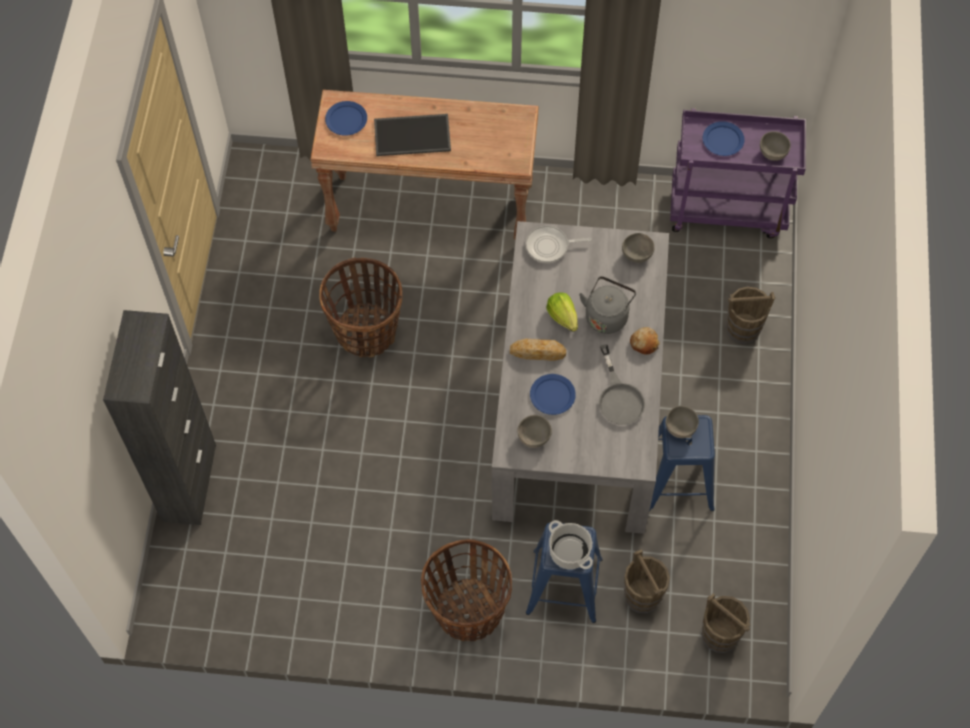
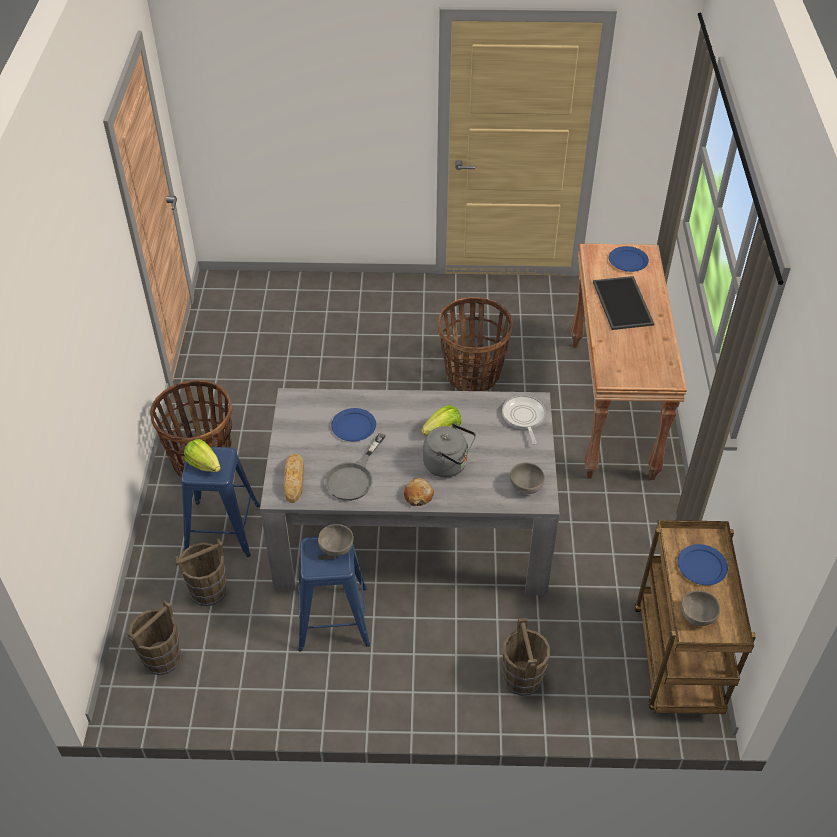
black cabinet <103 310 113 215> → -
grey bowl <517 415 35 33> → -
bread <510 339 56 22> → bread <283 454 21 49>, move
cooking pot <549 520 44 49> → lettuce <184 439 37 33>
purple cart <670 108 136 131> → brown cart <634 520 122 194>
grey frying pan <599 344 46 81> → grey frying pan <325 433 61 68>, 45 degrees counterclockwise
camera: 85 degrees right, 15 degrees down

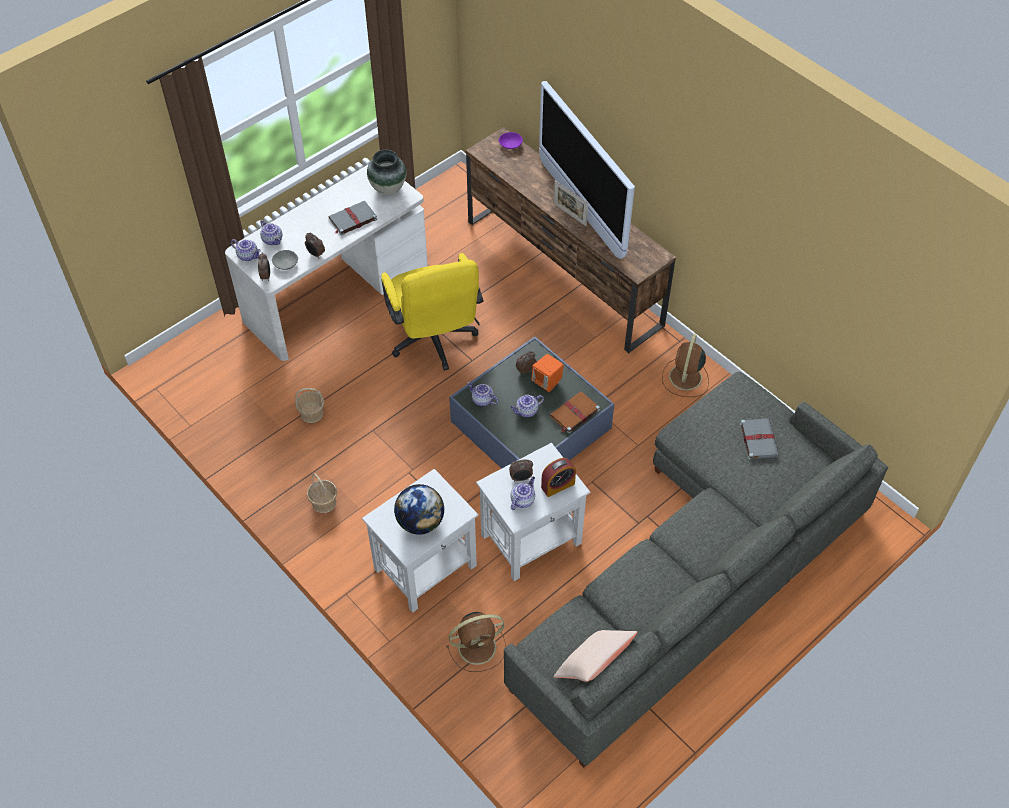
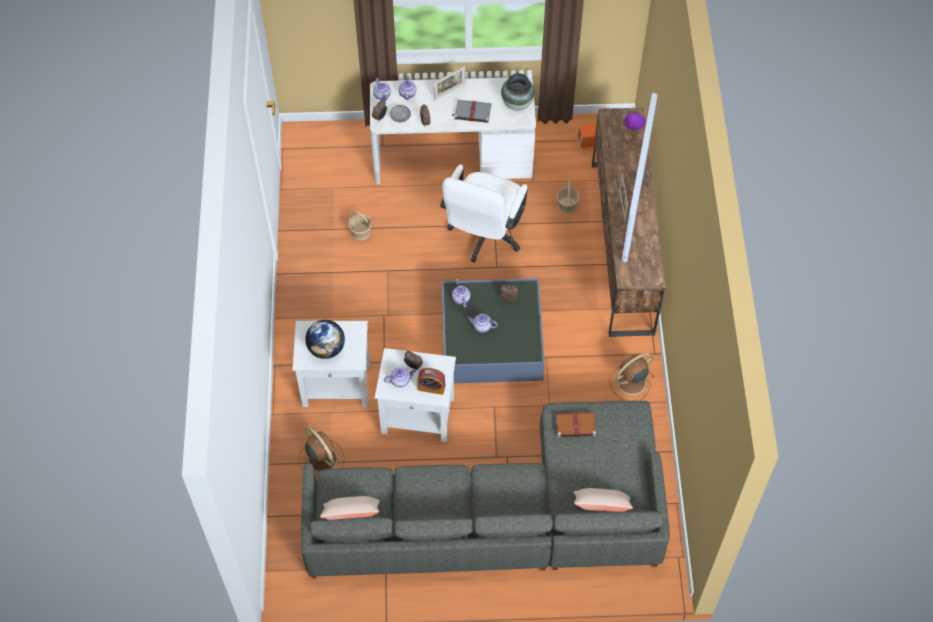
grey book <740 418 39 42> → -
- → picture frame <434 66 31 34>
- → beige pillow <573 488 60 24>
basket <307 473 30 40> → basket <556 181 24 32>, move
orange speaker <531 354 33 38> → orange speaker <577 123 20 27>, move
brown book <549 391 51 43> → brown book <554 412 42 26>, move
yellow office chair <381 253 102 118> → white office chair <440 164 88 99>
brown fan <446 612 60 60> → brown fan <299 427 45 48>, 150 degrees counterclockwise
camera: 40 degrees right, 5 degrees up

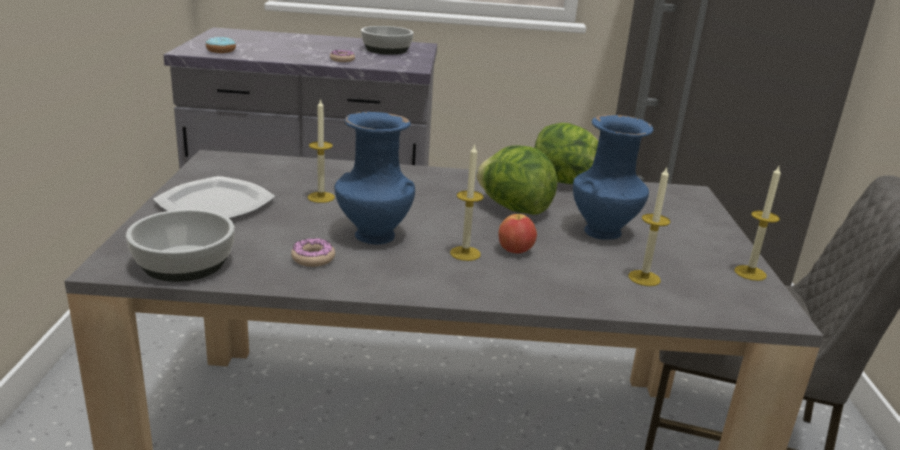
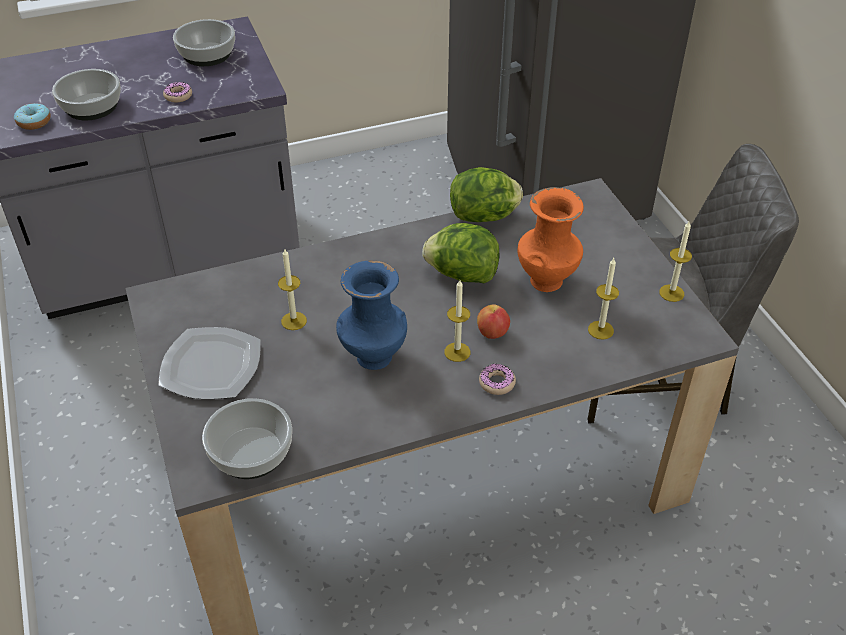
- → bowl <52 69 69 51>
donut <291 238 44 29> → donut <479 364 37 31>, move
blue vase <573 114 80 126> → orange vase <517 187 67 105>
camera: 20 degrees left, 20 degrees up

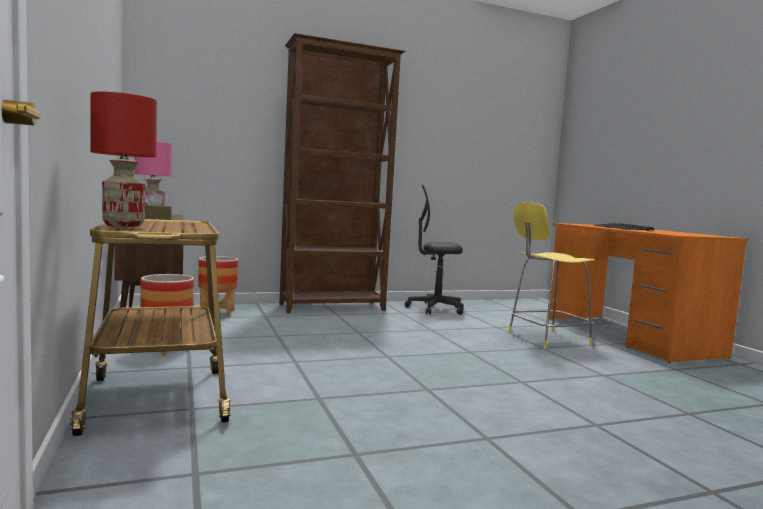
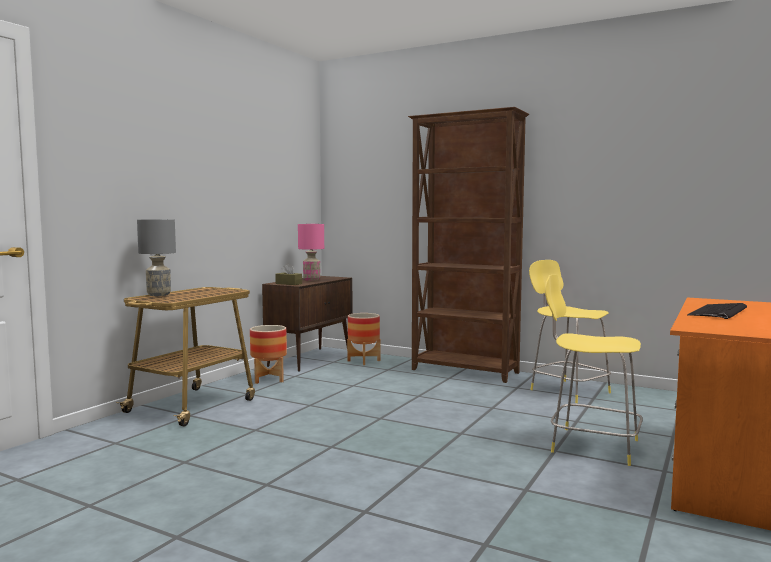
grey office chair <405 184 59 131> → yellow stool <529 260 82 143>
red table lamp <90 91 67 136> → grey table lamp <137 219 39 77>
camera: 50 degrees right, 0 degrees up

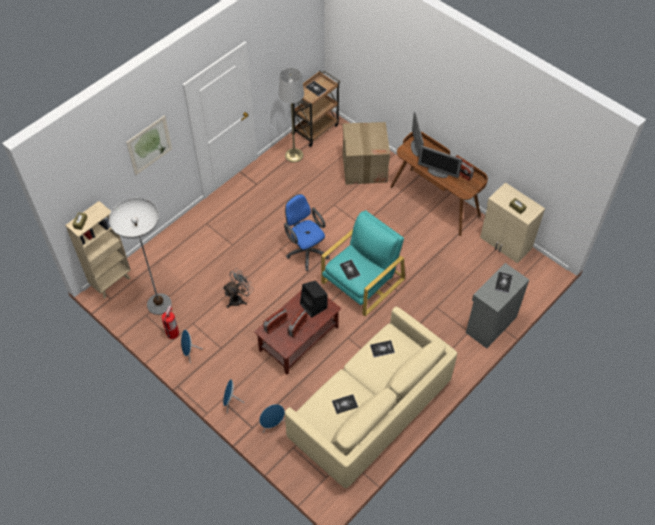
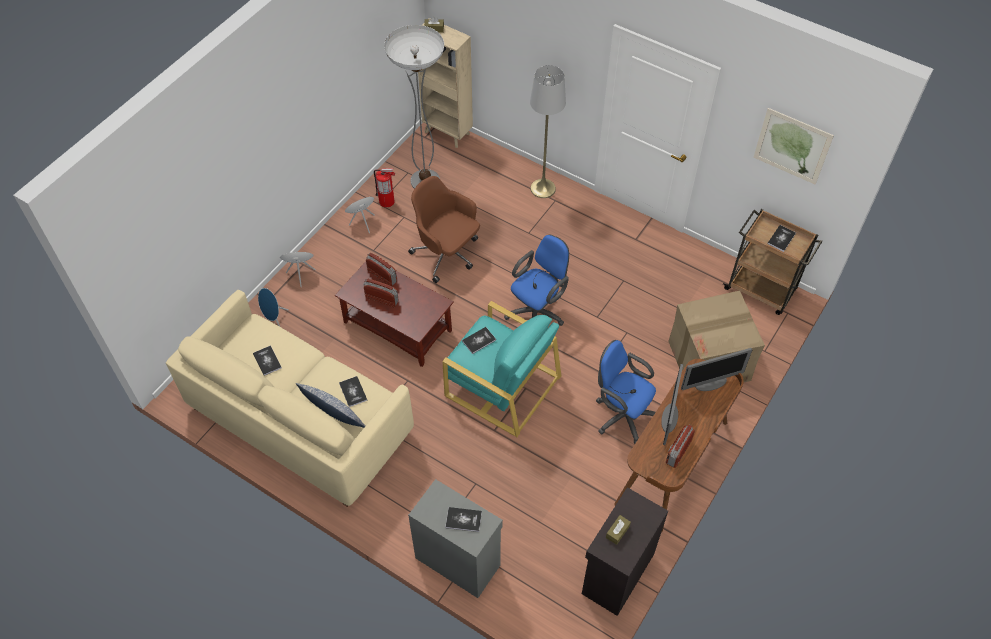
black speaker <300 280 27 38> → -
- → pillow <296 383 69 45>
- → blue office chair <596 340 60 104>
picture <126 115 46 60> → picture <753 108 81 76>, move
grey floor lamp <279 68 25 94> → grey floor lamp <530 65 36 133>, move
grey fan <222 268 32 40> → brown office chair <408 176 72 107>
beige cabinet <480 182 65 81> → black cabinet <582 487 86 129>
camera: 80 degrees right, 0 degrees up

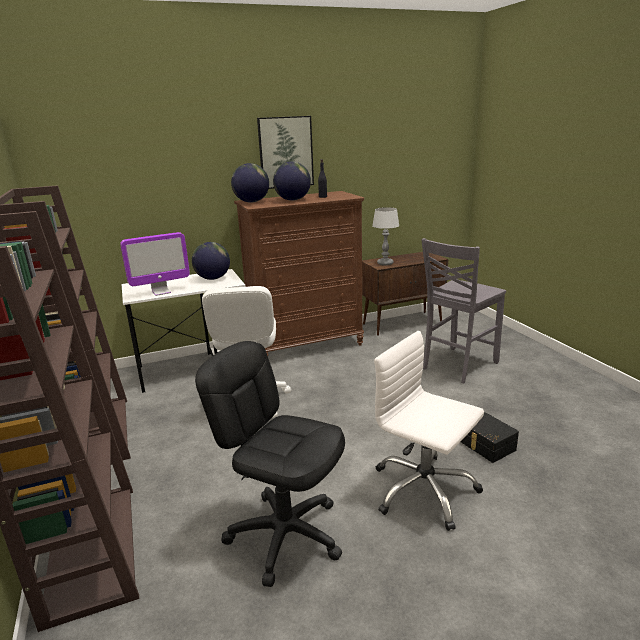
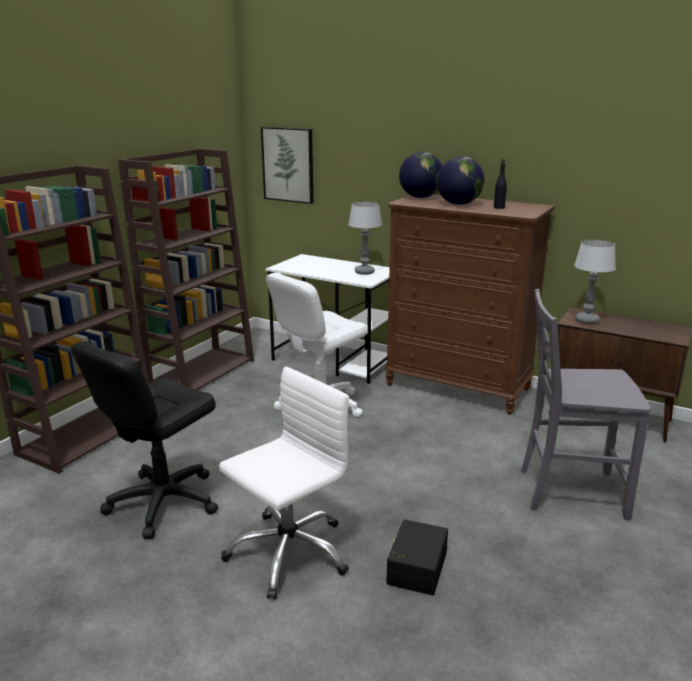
monitor <120 232 70 64> → -
picture <257 116 57 73> → picture <261 127 52 77>, move
globe <192 242 38 38> → table lamp <348 202 34 73>
black office chair <195 341 150 246> → black office chair <71 341 147 198>, 135 degrees counterclockwise
white office chair <374 331 110 200> → white office chair <219 367 130 233>, 45 degrees clockwise
camera: 50 degrees right, 0 degrees up

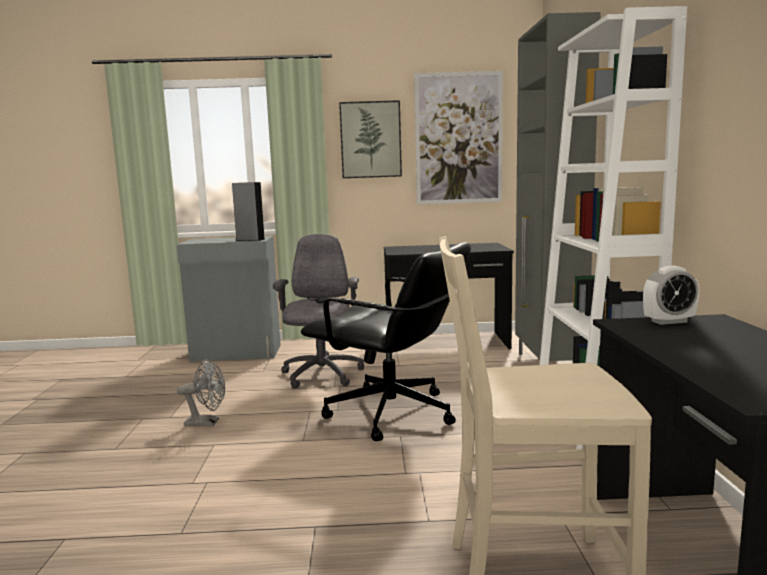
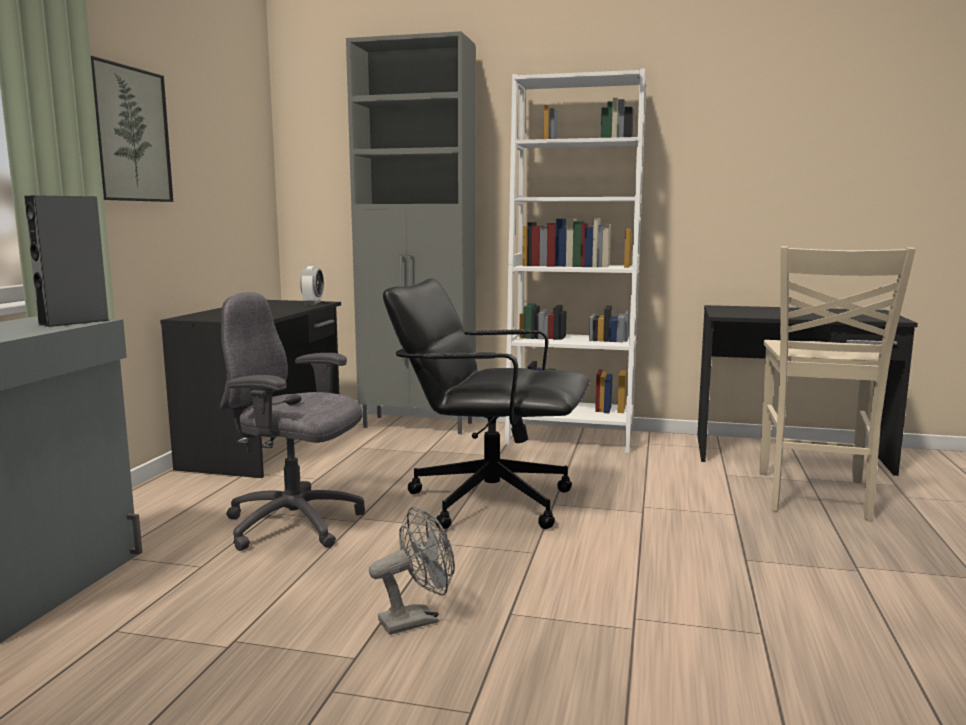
picture <414 71 89 134> → -
alarm clock <643 266 56 59> → alarm clock <300 266 24 38>, move
grey fan <177 359 48 67> → grey fan <369 507 86 128>, 45 degrees clockwise
black office chair <301 242 170 199> → black office chair <383 278 207 251>, 120 degrees counterclockwise
camera: 75 degrees left, 0 degrees up

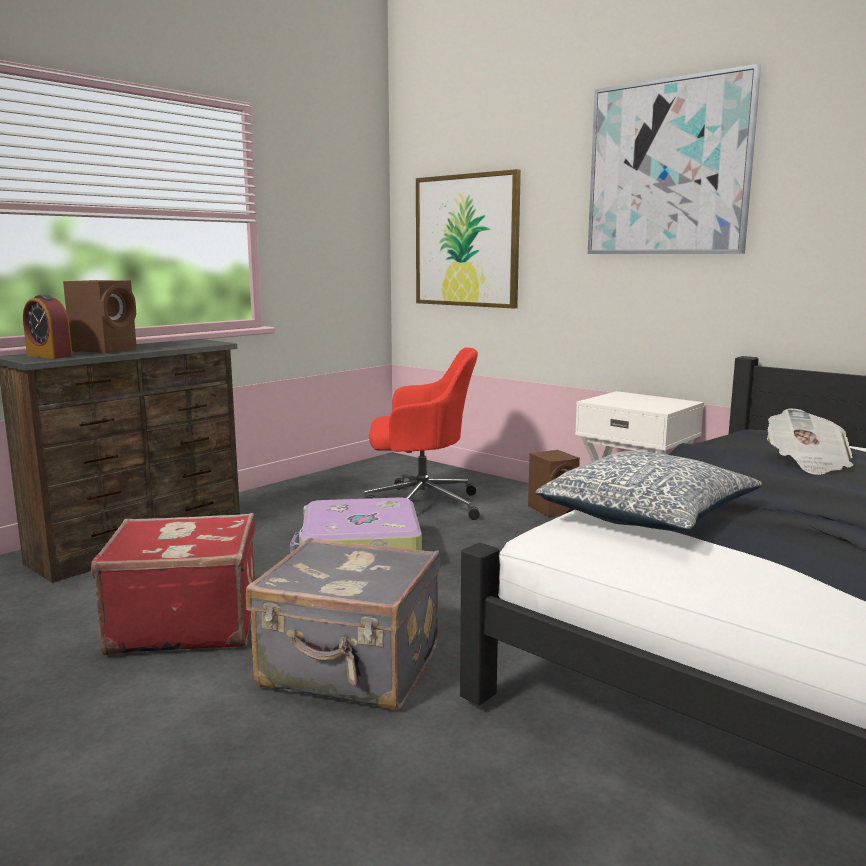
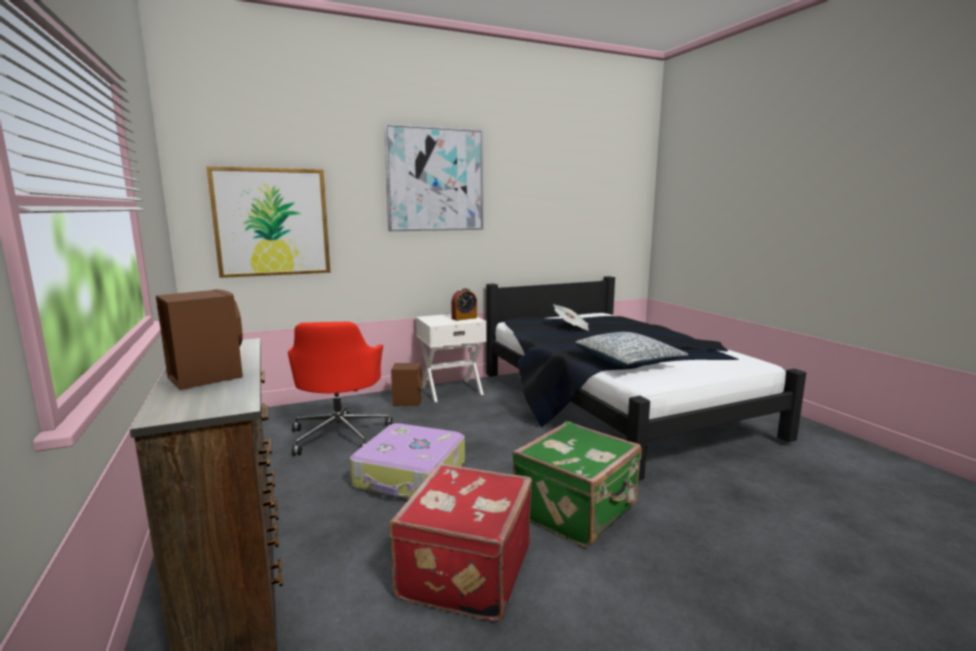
alarm clock <23 295 50 64> → alarm clock <451 288 26 33>, move
grey suitcase <246 537 194 173> → green suitcase <512 421 130 126>
red office chair <364 348 116 172> → red office chair <288 322 105 133>, 150 degrees clockwise
camera: 65 degrees left, 0 degrees up

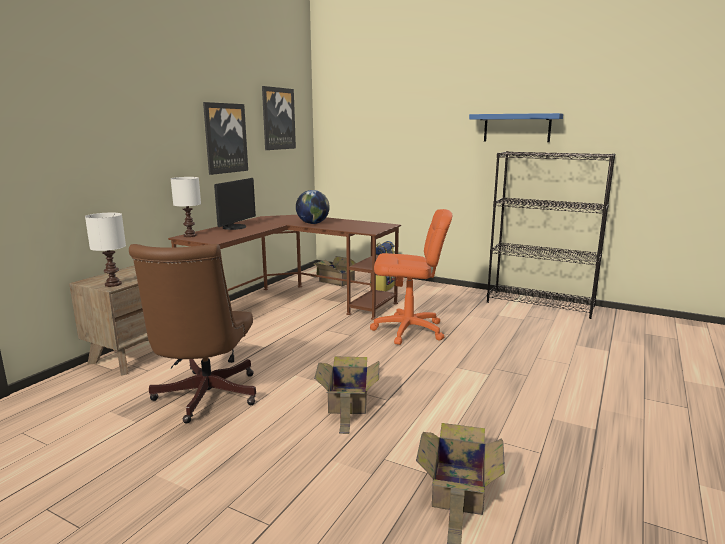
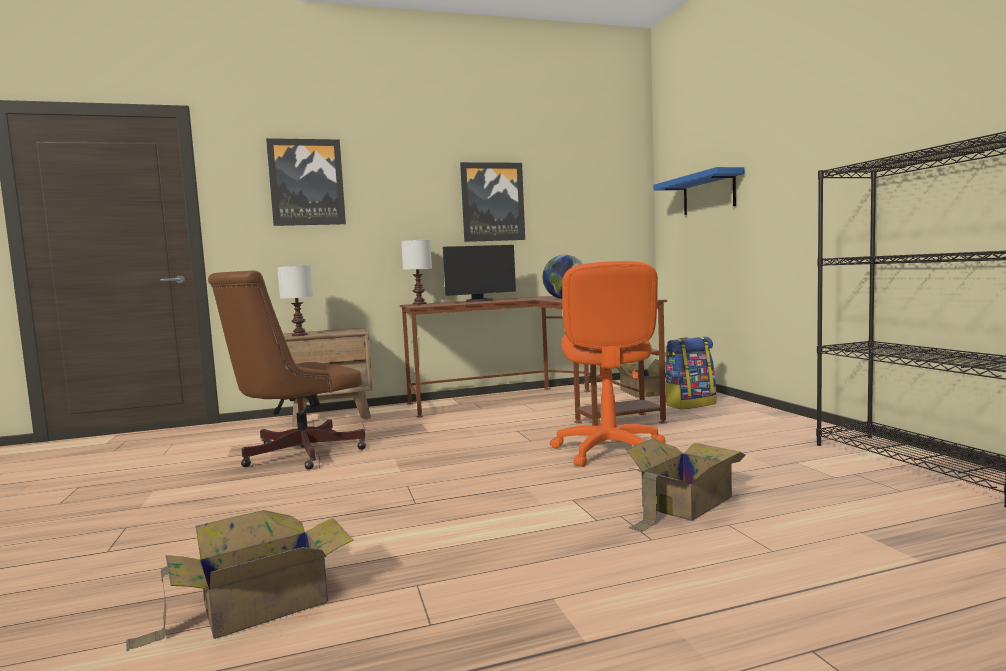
picture <262 86 34 64> → picture <266 138 80 88>, move
cardboard box <314 357 65 77> → cardboard box <626 438 120 94>, move
blue shelf <469 113 94 29> → blue shelf <653 167 92 48>, move
orange office chair <370 209 82 136> → orange office chair <550 261 115 206>, 45 degrees clockwise
camera: 45 degrees right, 10 degrees down

